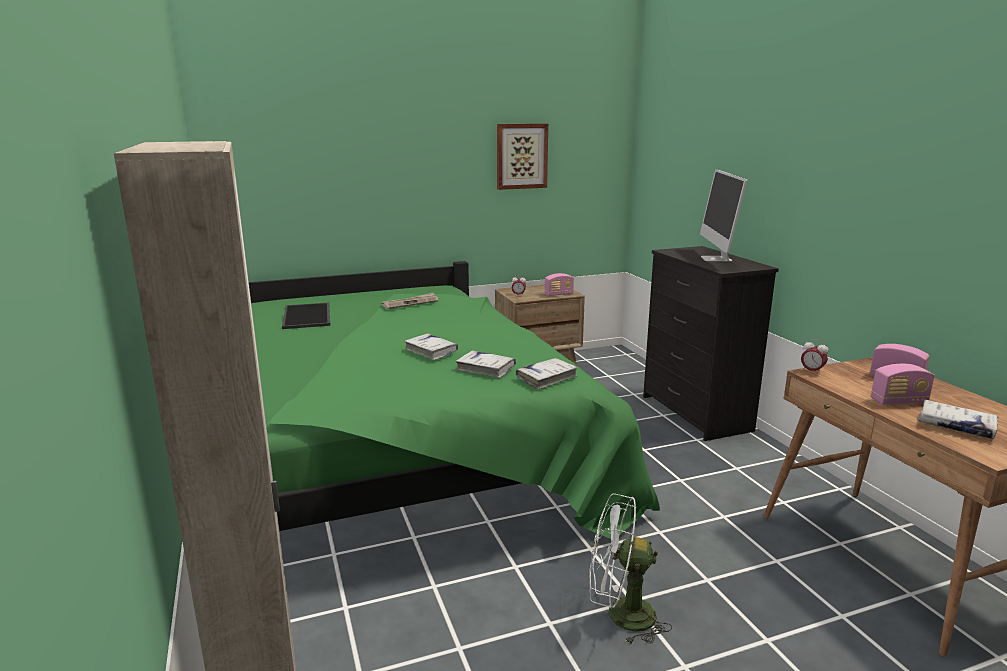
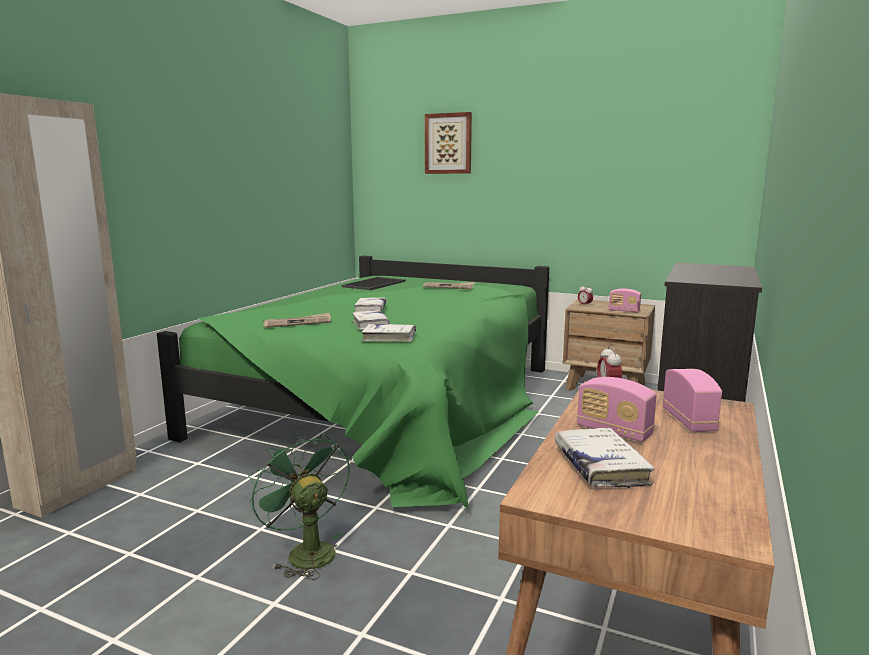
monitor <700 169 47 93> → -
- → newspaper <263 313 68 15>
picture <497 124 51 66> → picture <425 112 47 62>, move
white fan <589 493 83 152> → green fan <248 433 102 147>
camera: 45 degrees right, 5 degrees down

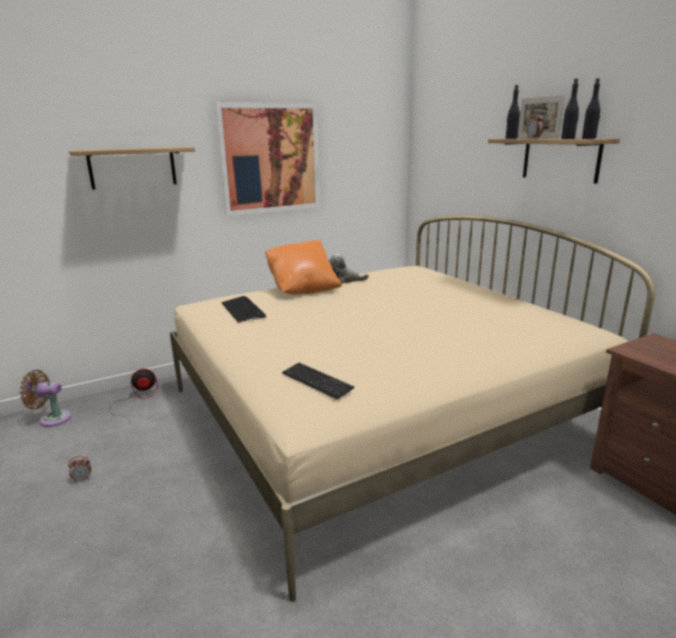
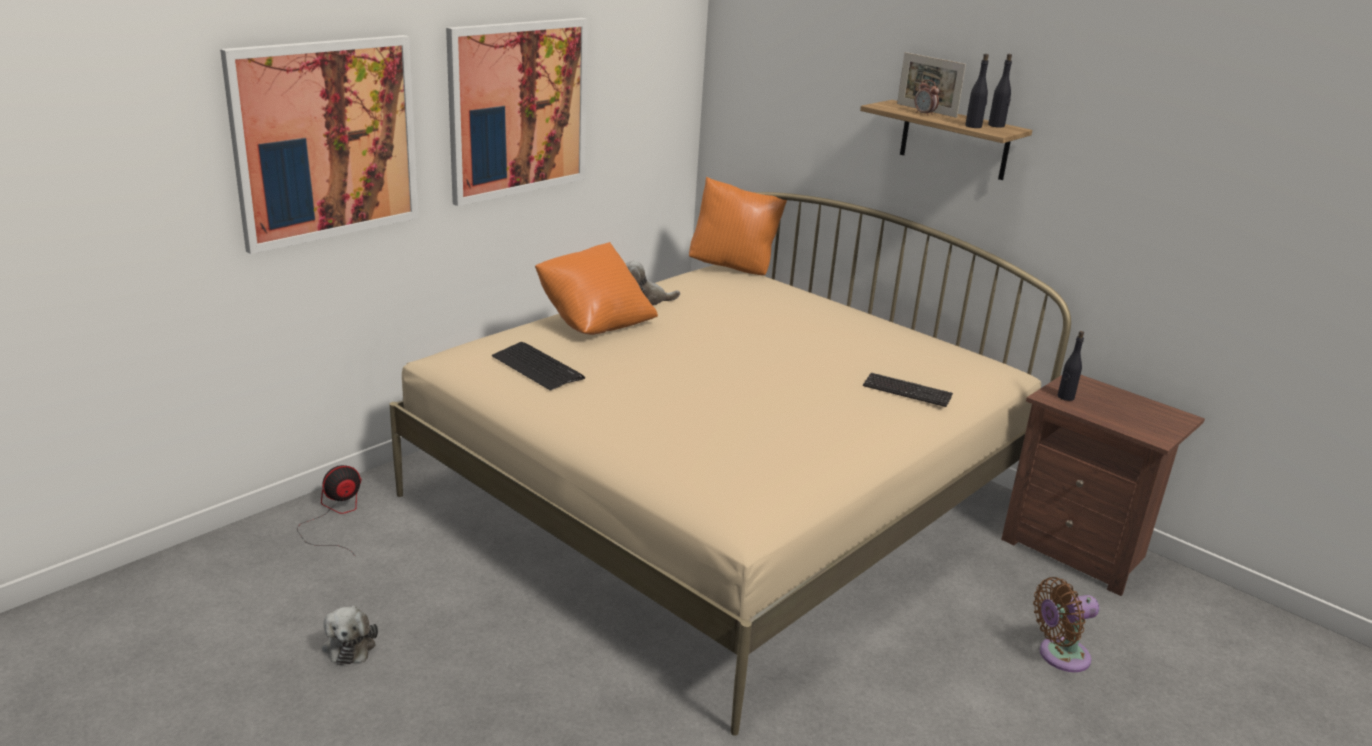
- → orange pillow <689 177 98 98>
brown fan <20 370 52 57> → brown fan <1033 577 66 95>, move
keyboard <282 363 72 36> → keyboard <863 373 90 34>, move
black bottle <506 85 14 54> → black bottle <1058 331 26 70>, move
alarm clock <68 456 23 27> → plush toy <322 605 56 60>
shelf <69 147 126 42> → picture <220 35 199 219>
camera: 20 degrees left, 5 degrees up

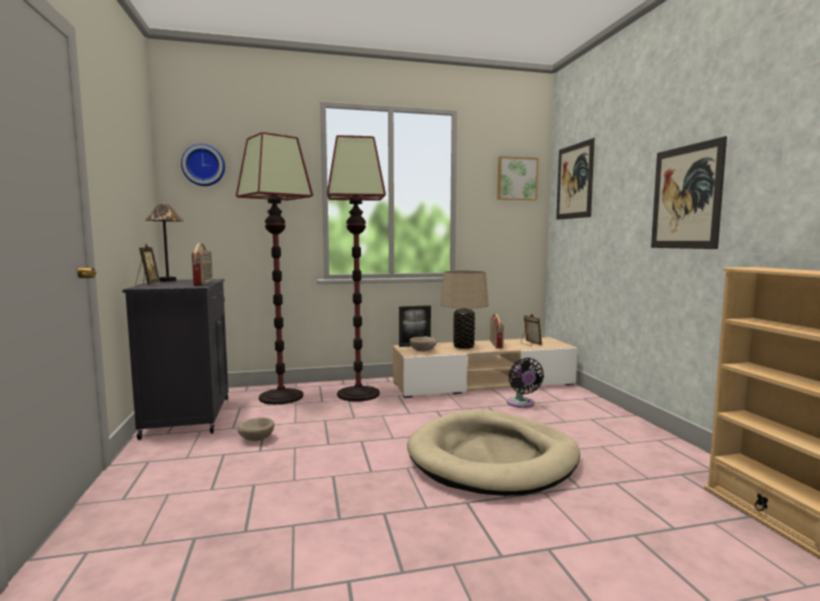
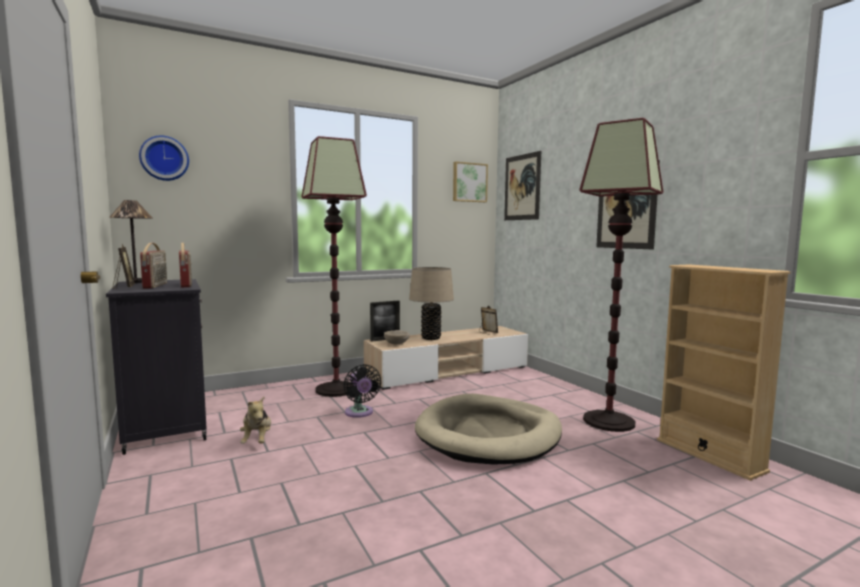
floor lamp <236 132 77 273> → floor lamp <579 118 84 314>, move
radio <490 314 14 35> → radio <140 243 27 45>, move
black fan <507 358 37 50> → black fan <343 364 38 54>, move
beige bowl <237 417 37 24> → plush toy <240 397 31 47>
camera: 15 degrees left, 0 degrees up

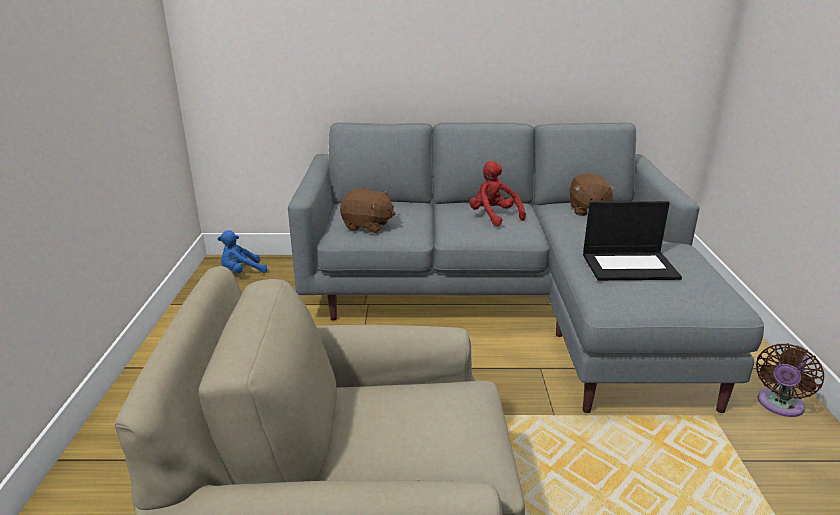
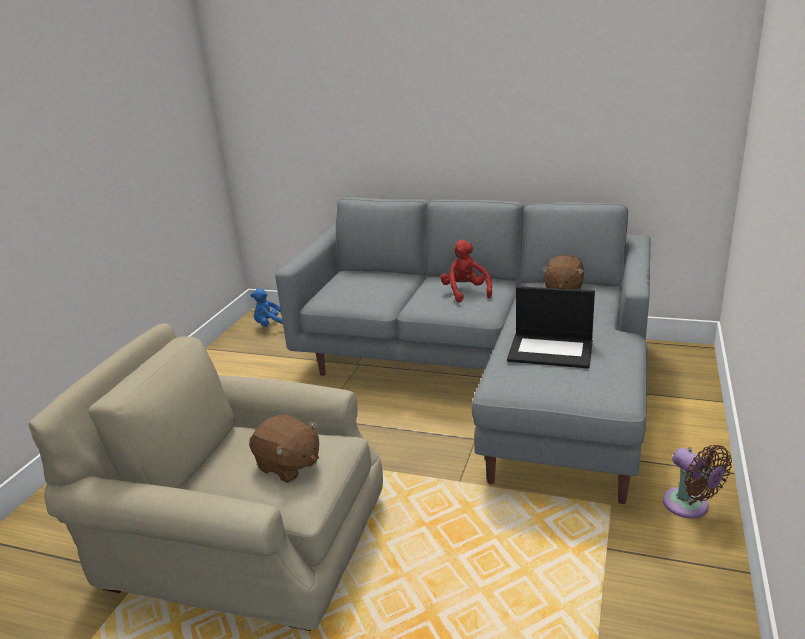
brown plush toy <340 189 56 44> → brown plush toy <249 414 70 69>, move
brown fan <756 343 68 74> → brown fan <663 445 69 73>, 90 degrees counterclockwise
camera: 20 degrees right, 0 degrees up

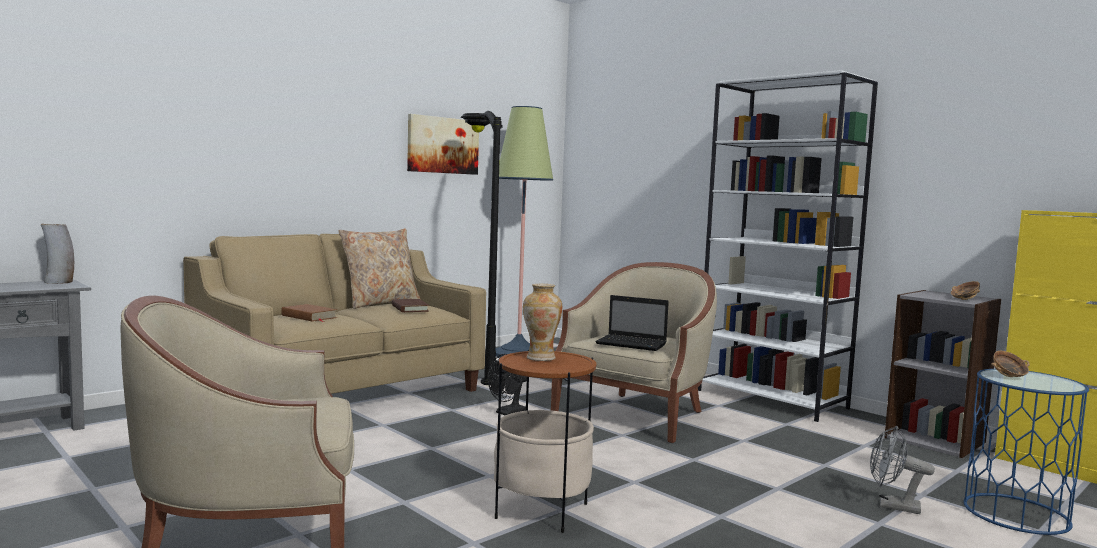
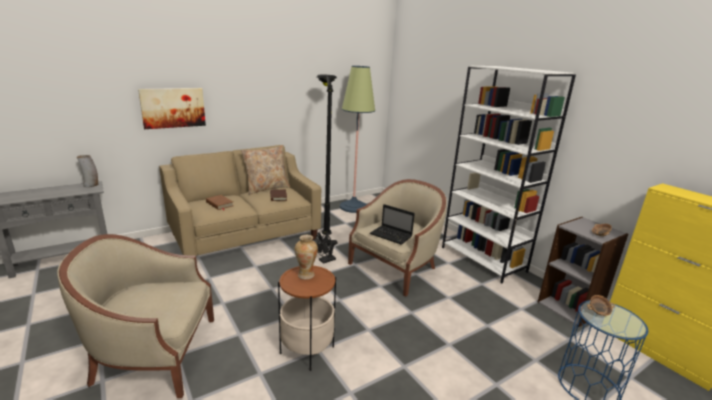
grey fan <870 426 65 88> → -
picture <407 114 72 61> → picture <138 88 68 41>, move
camera: 10 degrees right, 15 degrees up

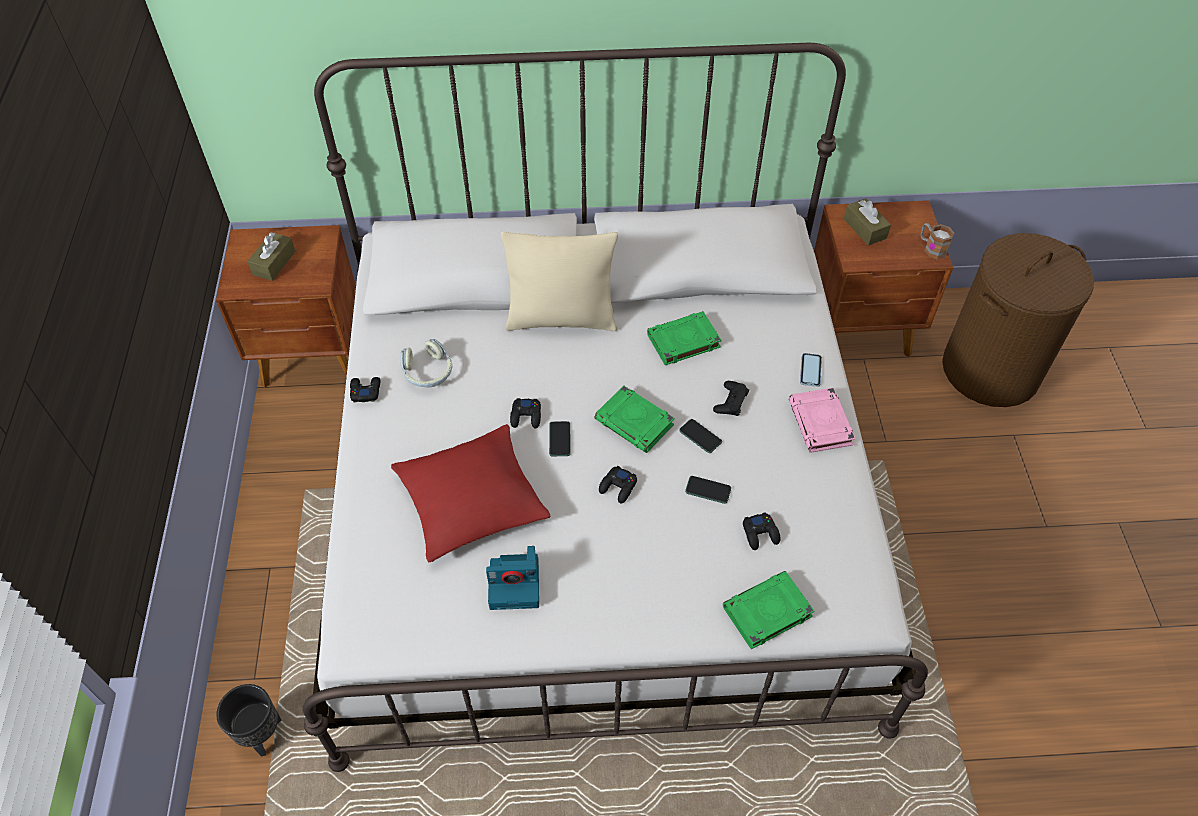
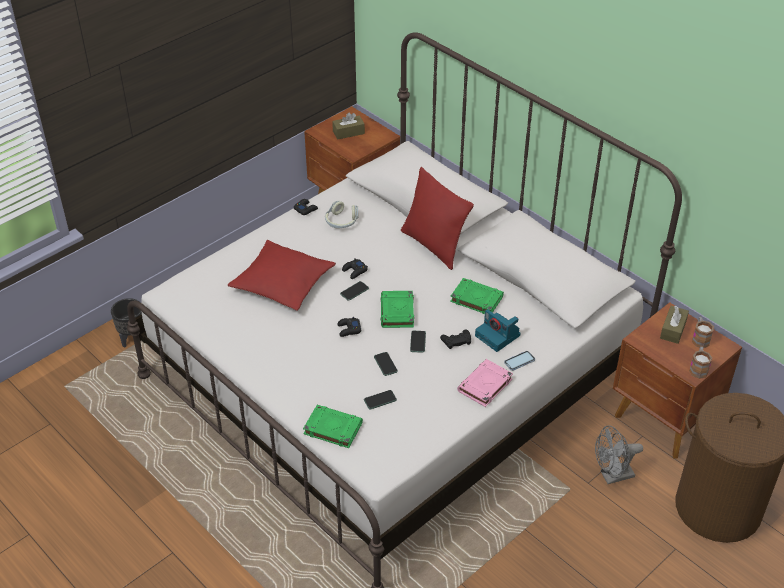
- → grey fan <595 425 48 59>
- → mug <692 317 22 31>
photo camera <486 546 53 64> → photo camera <475 309 45 43>, move
black game controller <743 512 37 38> → phone <364 390 33 19>
beige pillow <501 232 117 99> → red pillow <401 167 73 103>
camera: 50 degrees right, 10 degrees down

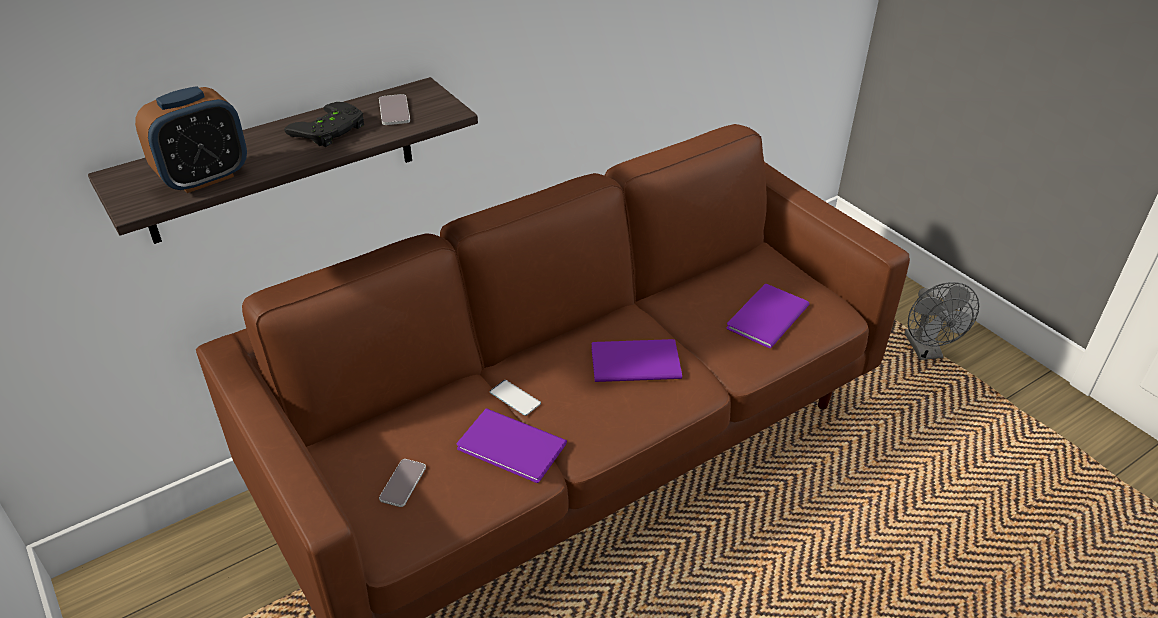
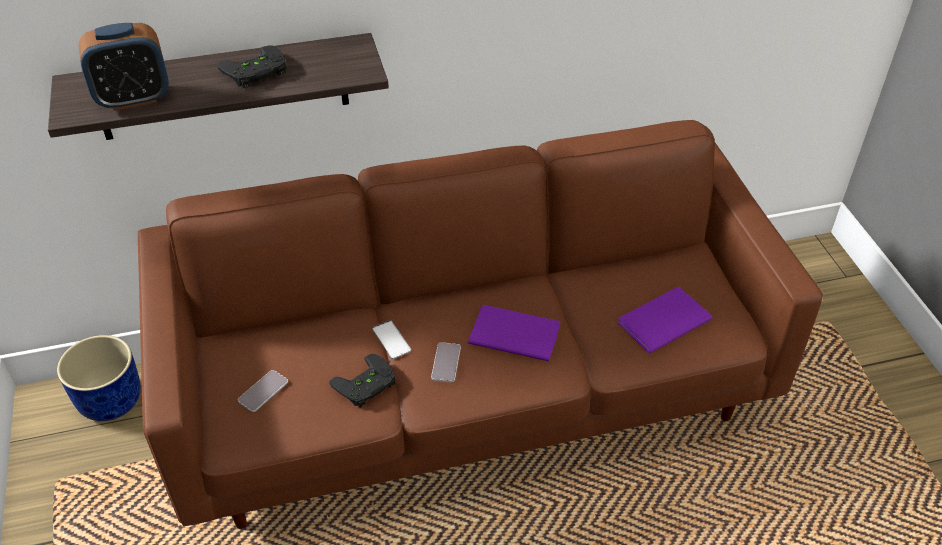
grey fan <905 282 74 78> → -
- → blue planter <57 335 84 86>
phone <379 94 31 31> → phone <431 342 30 40>, move
purple book <457 408 110 75> → black game controller <329 354 66 54>
camera: 20 degrees right, 5 degrees up

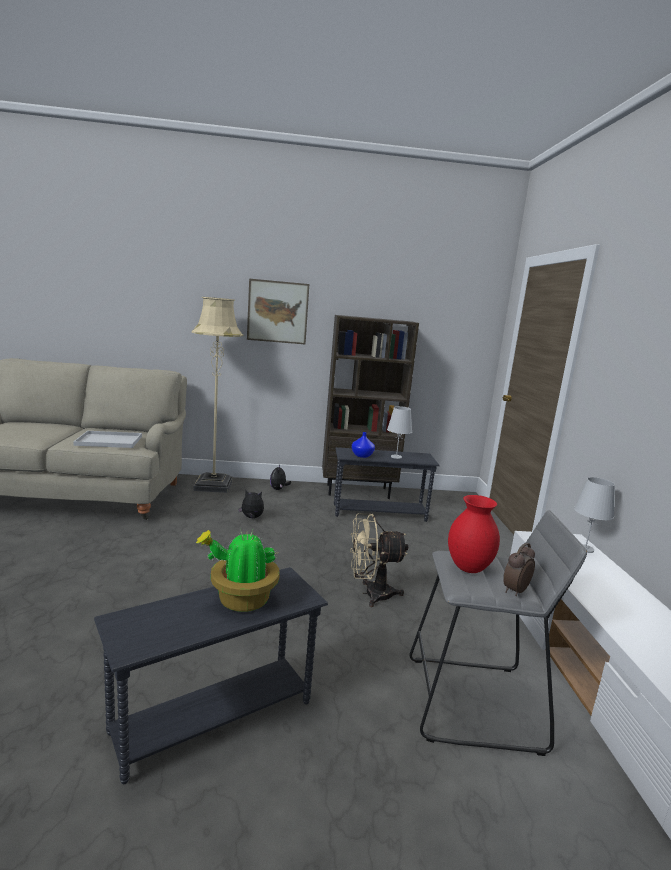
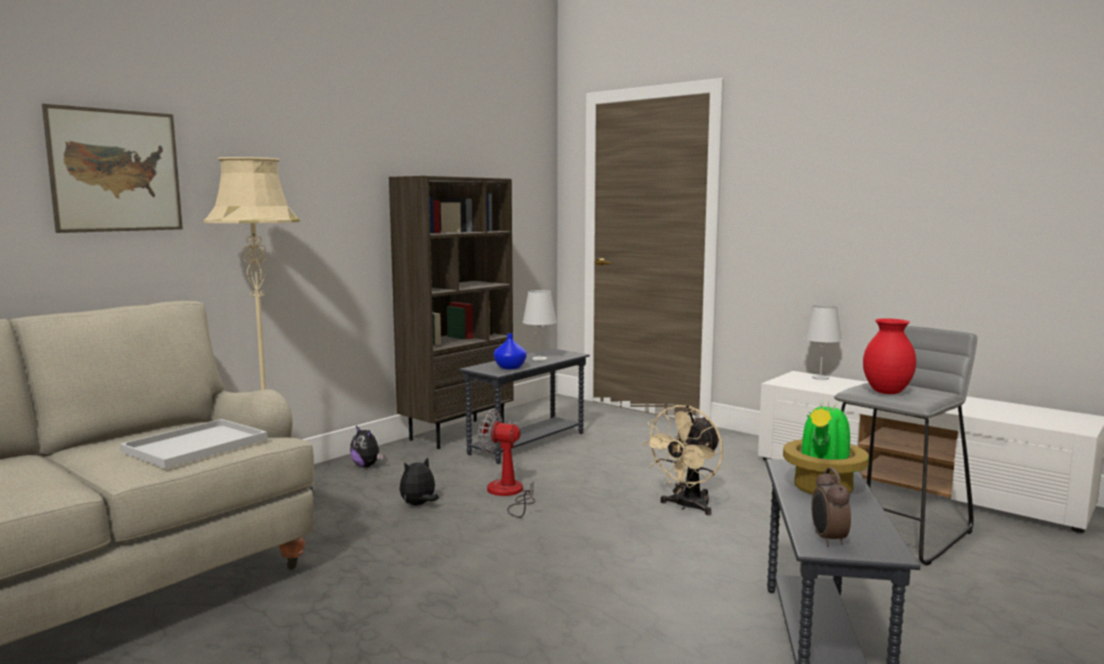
- → fan <478 409 57 109>
picture <247 279 62 66> → picture <42 104 141 129>, move
alarm clock <503 543 32 53> → alarm clock <811 468 40 79>, move
camera: 45 degrees left, 5 degrees down

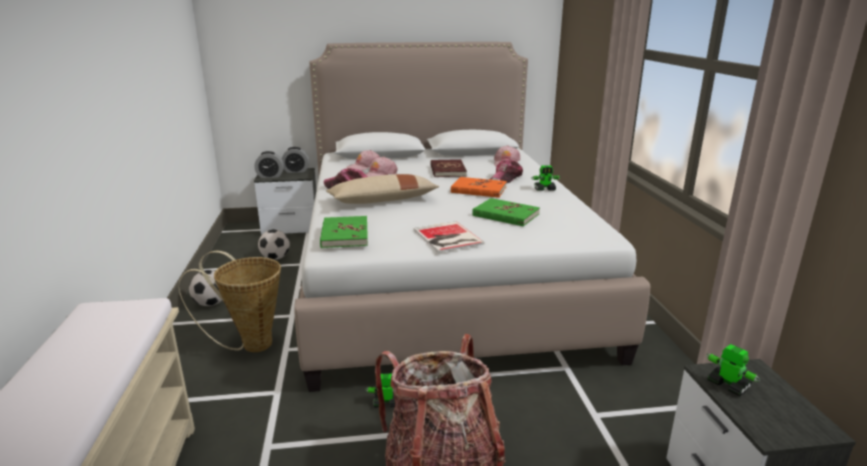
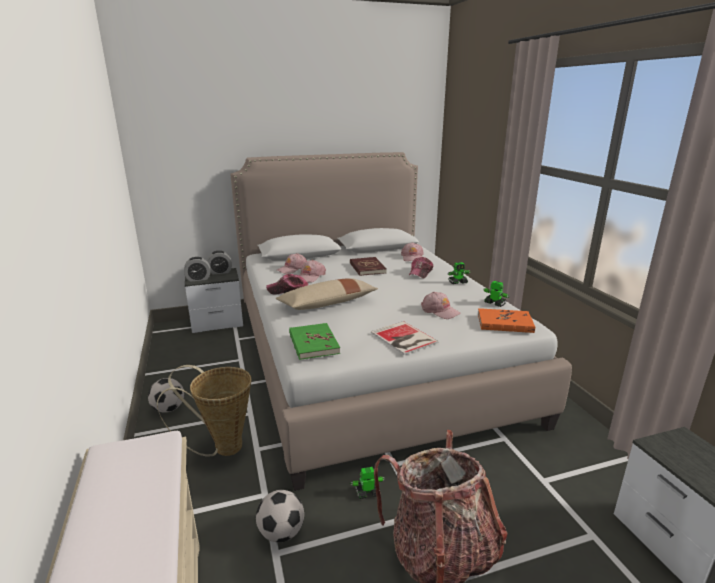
football <258 229 32 31> → football <256 490 48 53>, move
orange book <451 177 56 21> → orange book <478 308 57 25>, move
toy robot <707 344 53 52> → toy robot <484 281 25 26>, move
green book <472 198 68 28> → pink cap <421 292 40 27>
camera: 10 degrees left, 0 degrees up

